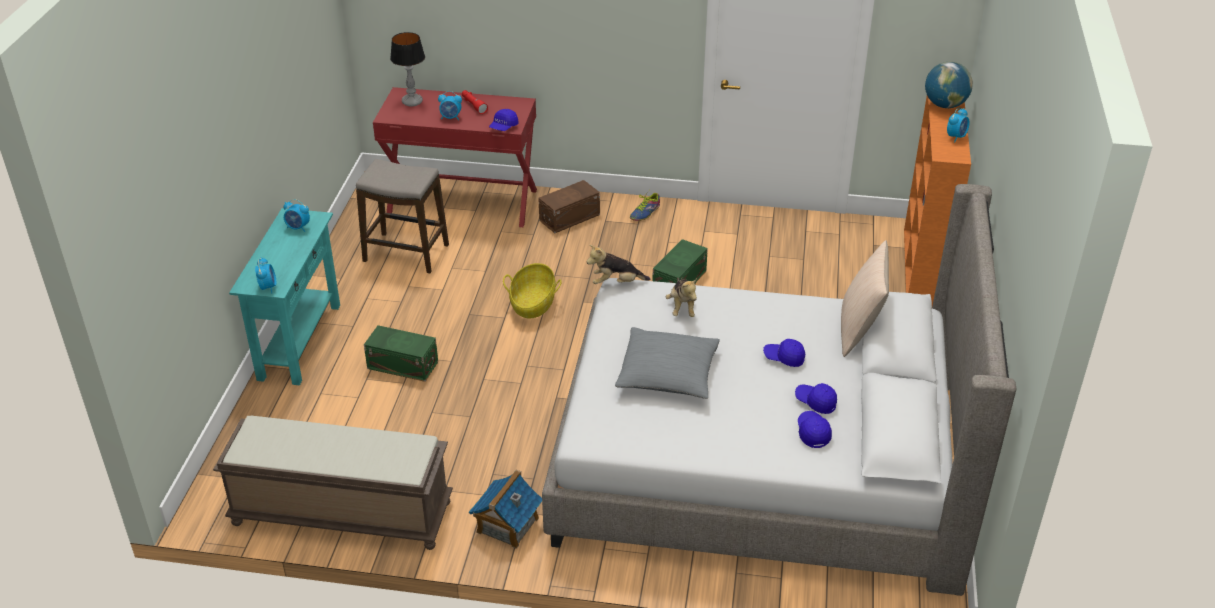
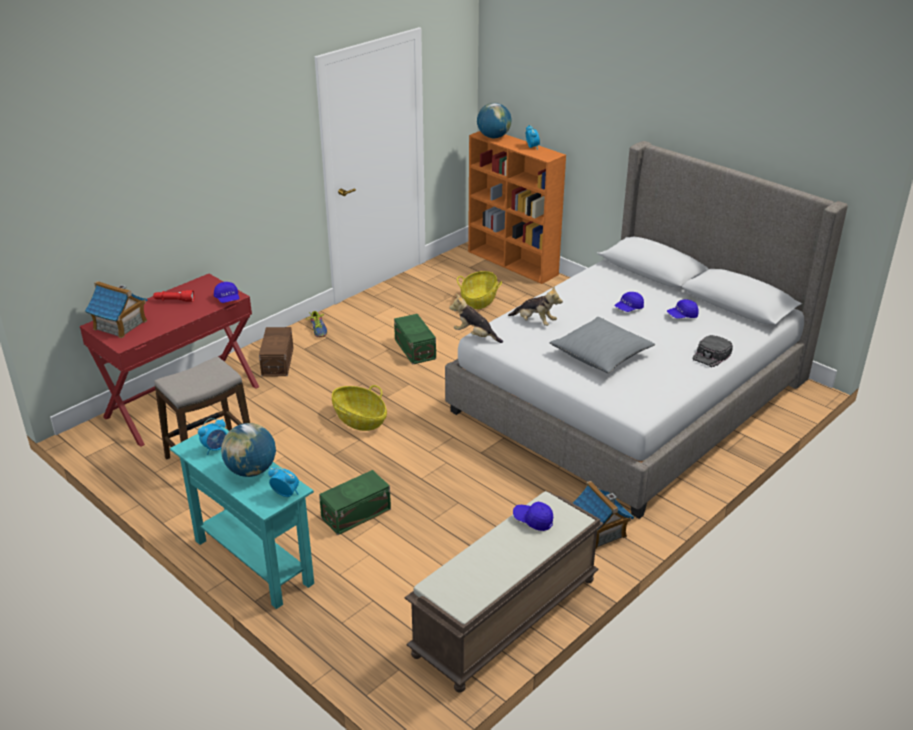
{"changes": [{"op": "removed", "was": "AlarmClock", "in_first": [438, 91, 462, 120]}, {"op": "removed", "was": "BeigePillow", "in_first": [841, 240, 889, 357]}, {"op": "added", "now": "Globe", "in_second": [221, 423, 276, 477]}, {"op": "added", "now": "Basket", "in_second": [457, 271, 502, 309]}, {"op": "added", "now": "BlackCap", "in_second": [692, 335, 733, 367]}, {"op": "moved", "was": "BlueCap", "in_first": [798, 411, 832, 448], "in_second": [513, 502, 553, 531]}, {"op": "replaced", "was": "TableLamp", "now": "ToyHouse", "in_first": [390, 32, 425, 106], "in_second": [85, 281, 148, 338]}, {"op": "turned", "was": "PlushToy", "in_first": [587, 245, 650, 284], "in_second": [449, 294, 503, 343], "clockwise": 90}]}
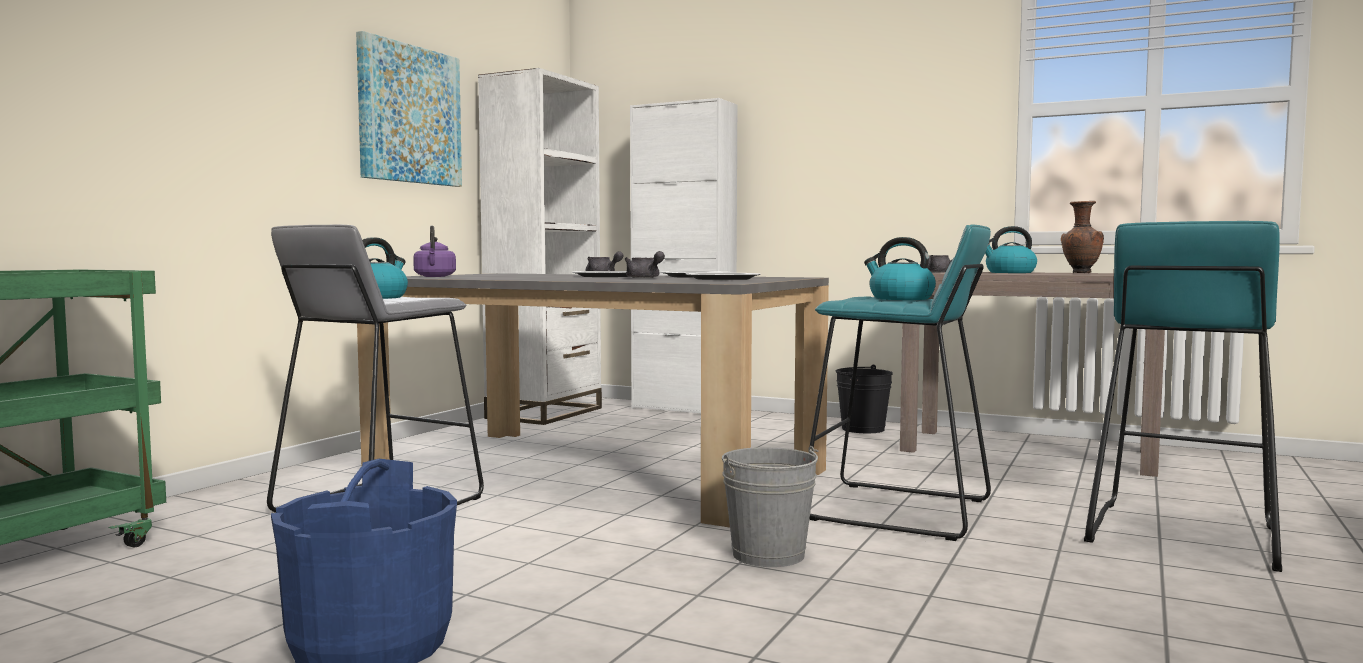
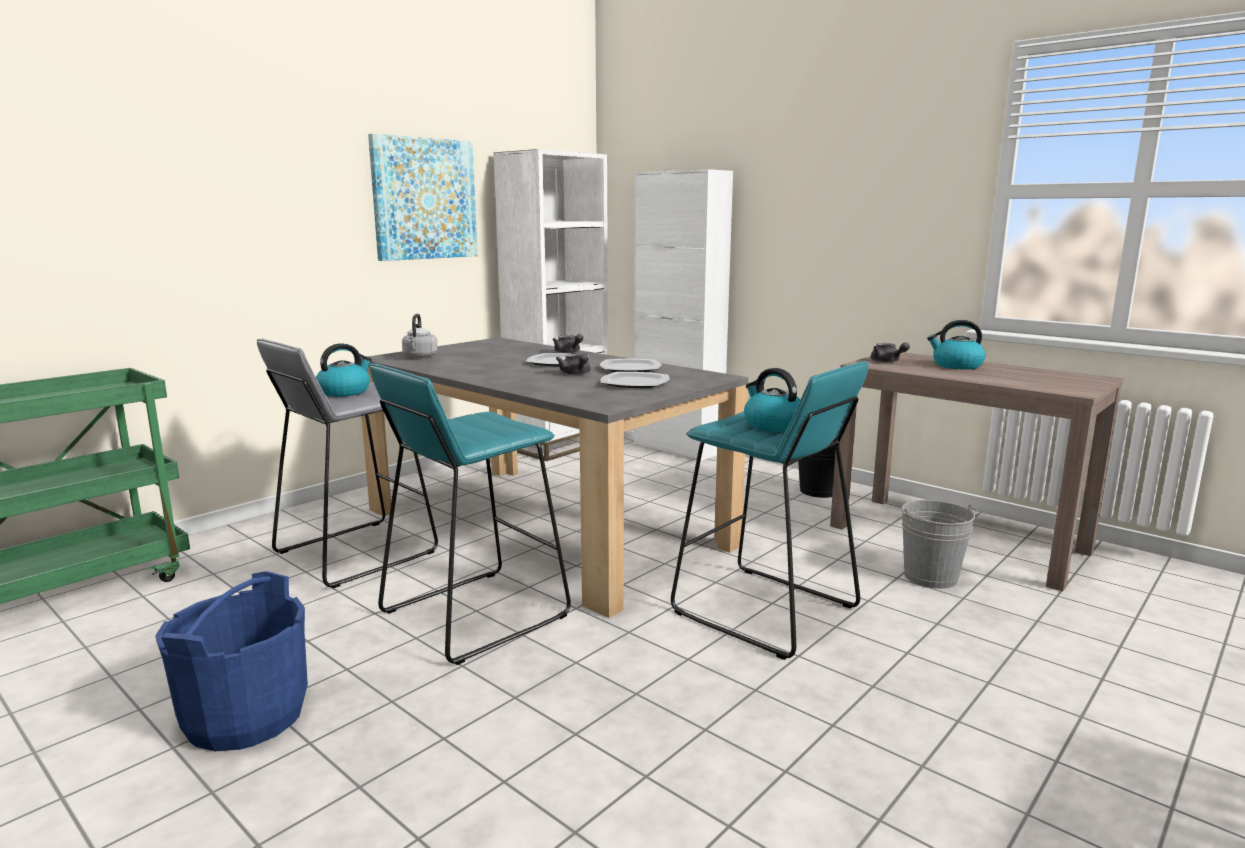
{"changes": [{"op": "removed", "was": "BrownVase", "in_first": [1061, 201, 1104, 273]}, {"op": "moved", "was": "GreyBucket", "in_first": [722, 446, 819, 567], "in_second": [901, 500, 976, 589]}, {"op": "moved", "was": "TurquoiseStool", "in_first": [1084, 221, 1282, 572], "in_second": [370, 363, 571, 665]}, {"op": "recoloured", "was": "PurpleKettle", "now": "GreyKettle", "in_first": [413, 225, 456, 277], "in_second": [402, 314, 438, 358]}]}
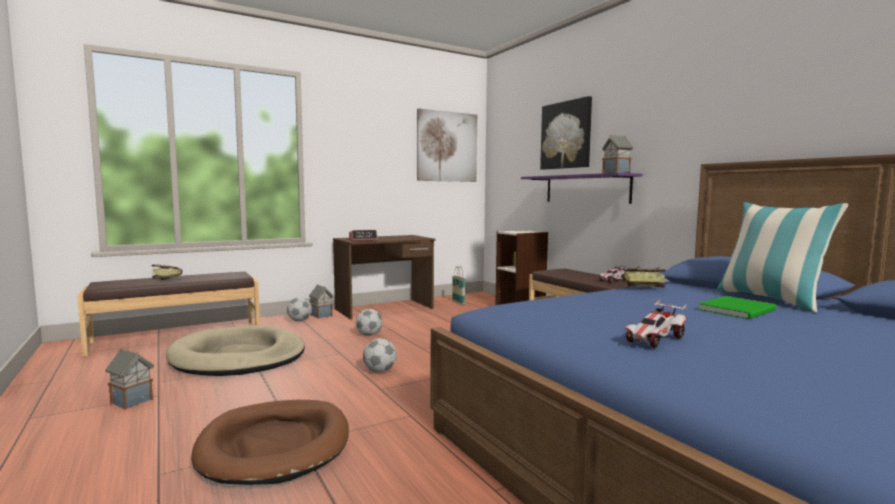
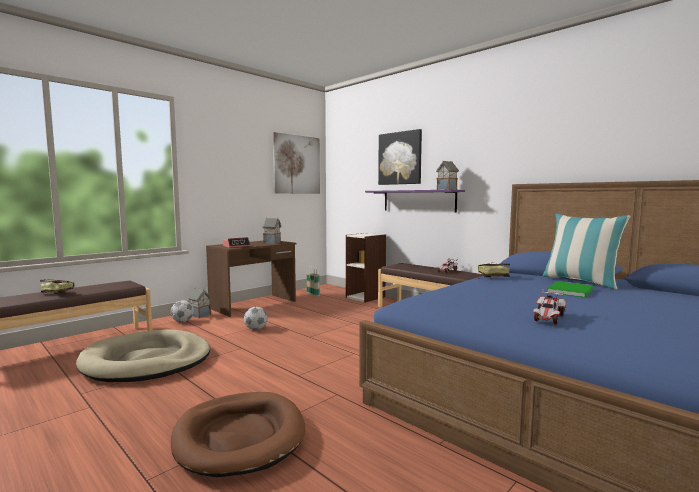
{"changes": [{"op": "removed", "was": "Football", "in_first": [363, 338, 397, 372]}, {"op": "moved", "was": "ToyHouse", "in_first": [105, 347, 154, 410], "in_second": [263, 218, 282, 244]}]}
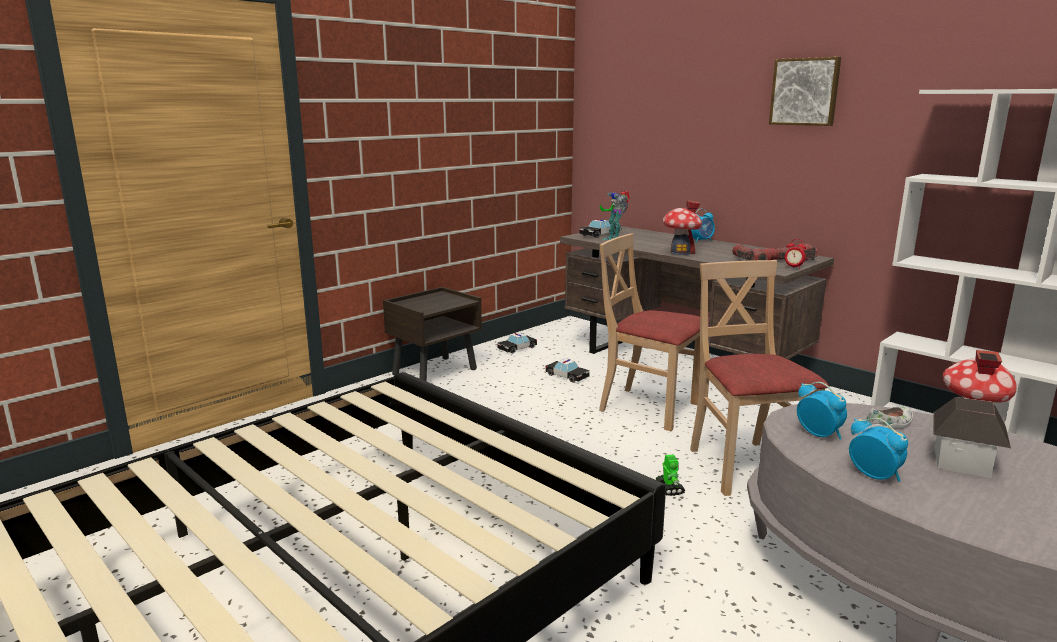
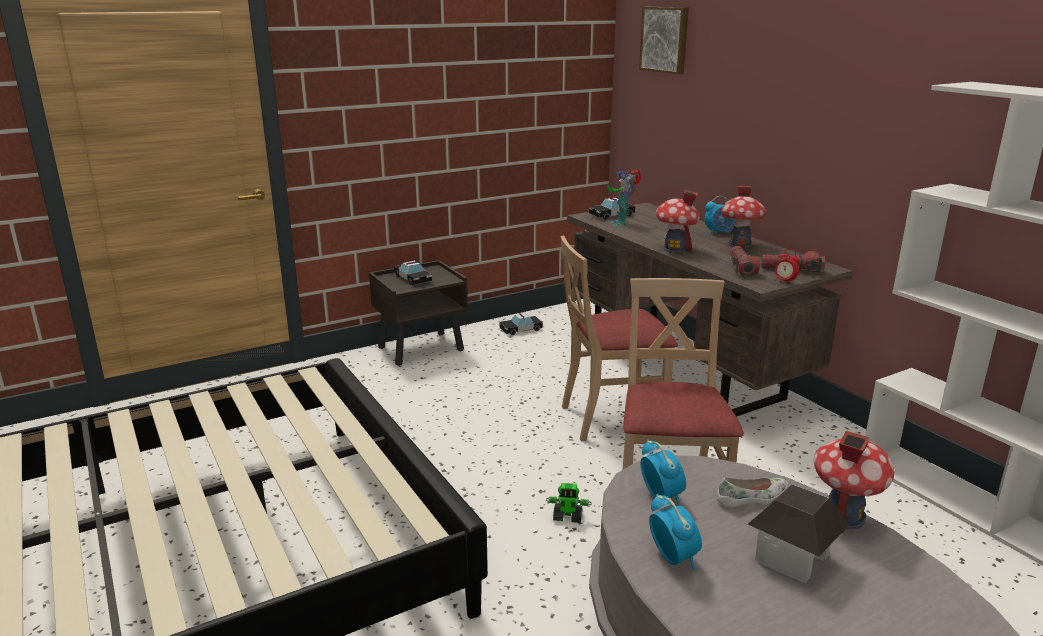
{"changes": [{"op": "added", "now": "ToyHouse", "in_second": [721, 186, 766, 249]}, {"op": "moved", "was": "ToyCar", "in_first": [545, 359, 590, 382], "in_second": [394, 261, 432, 285]}, {"op": "moved", "was": "Picture", "in_first": [769, 57, 841, 126], "in_second": [639, 7, 689, 74]}, {"op": "turned", "was": "BeigeChair", "in_first": [599, 233, 700, 431], "in_second": [561, 235, 678, 441], "clockwise": -60}, {"op": "turned", "was": "ToyRobot", "in_first": [656, 454, 685, 496], "in_second": [546, 483, 592, 523], "clockwise": 90}]}
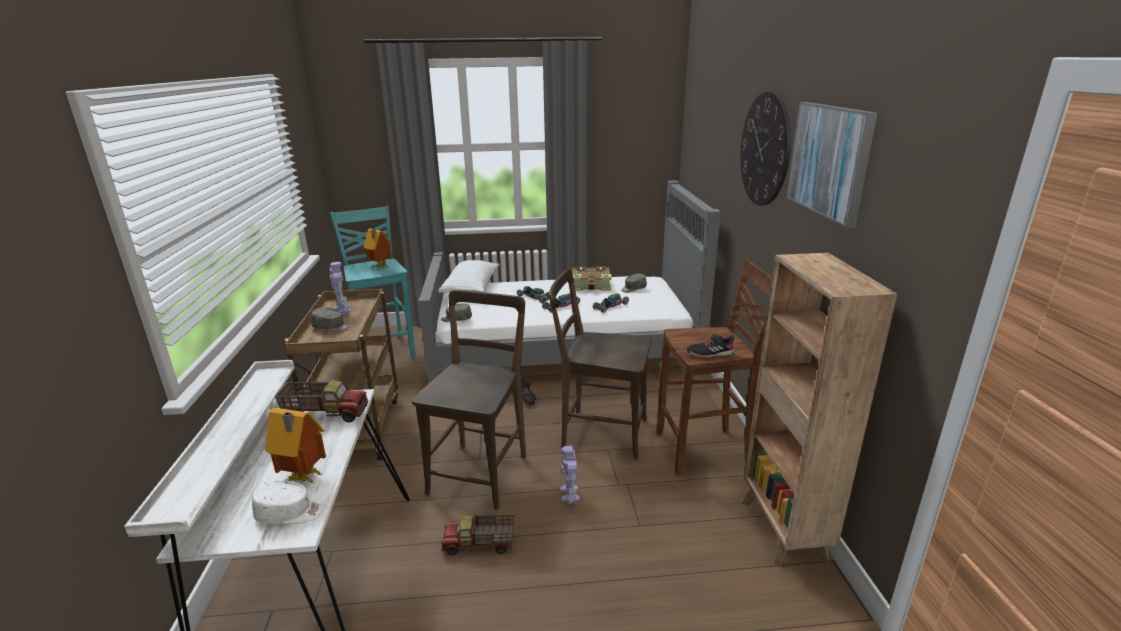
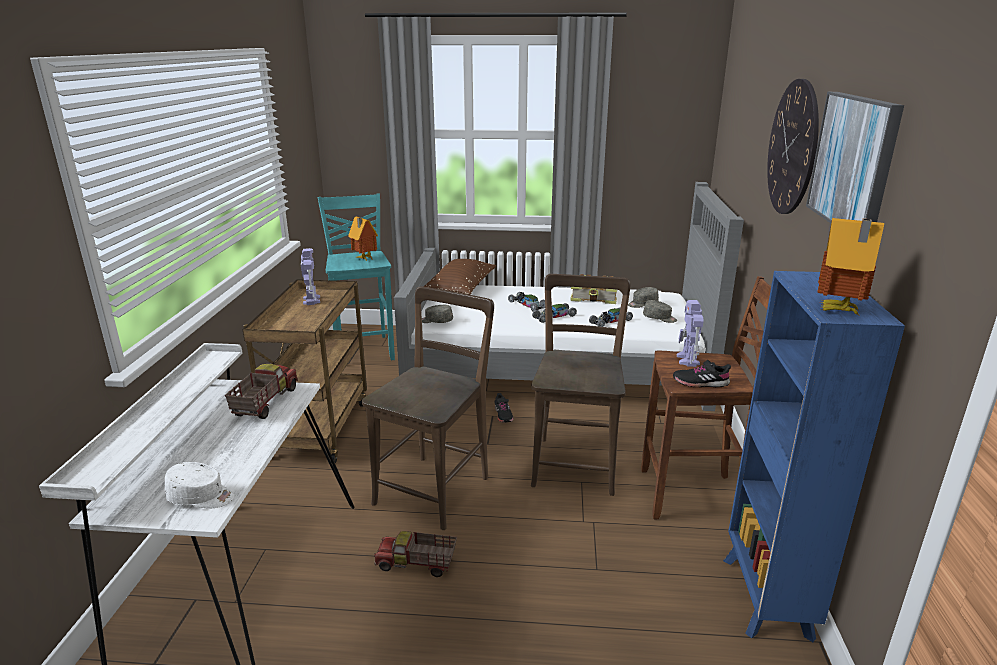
{"changes": [{"op": "moved", "was": "ToyHouse", "in_first": [265, 408, 326, 483], "in_second": [818, 218, 884, 315]}, {"op": "moved", "was": "GreyCap", "in_first": [311, 307, 350, 332], "in_second": [643, 300, 677, 323]}, {"op": "moved", "was": "ToyRobot", "in_first": [560, 446, 580, 504], "in_second": [677, 300, 703, 367]}, {"op": "recoloured", "was": "WhitePillow", "now": "BrownPillow", "in_first": [438, 260, 500, 293], "in_second": [423, 259, 496, 295]}, {"op": "recoloured", "was": "BrownBookcase", "now": "BlueBookcase", "in_first": [742, 253, 897, 566], "in_second": [723, 271, 905, 642]}, {"op": "turned", "was": "ToyTruck", "in_first": [275, 381, 369, 423], "in_second": [225, 364, 298, 419], "clockwise": -90}, {"op": "turned", "was": "BrownChair", "in_first": [549, 269, 652, 460], "in_second": [531, 274, 631, 496], "clockwise": 75}]}
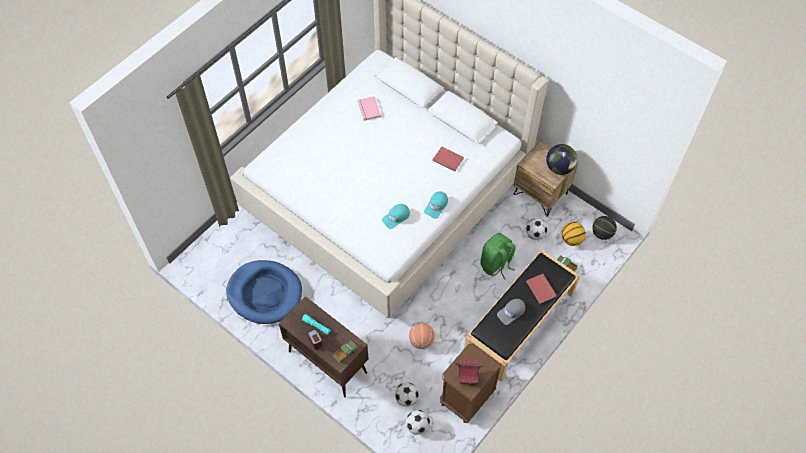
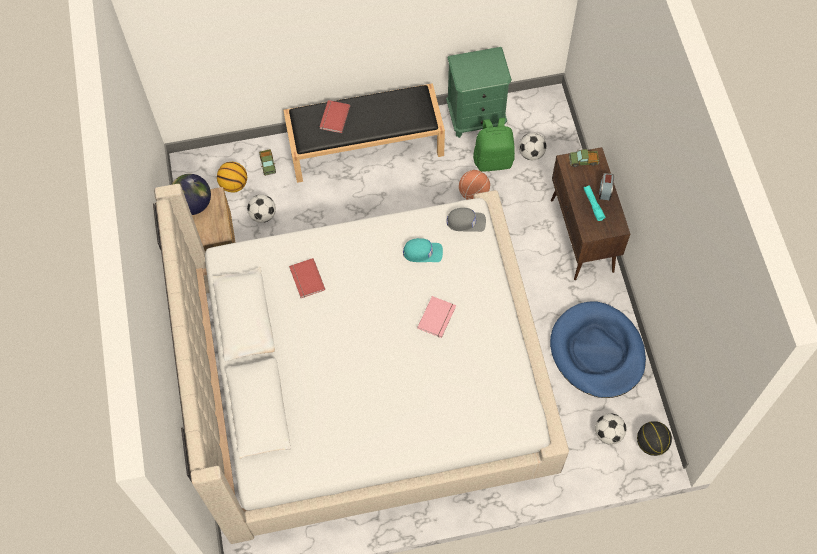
{"changes": [{"op": "removed", "was": "TurquoiseCap", "in_first": [424, 191, 448, 219]}, {"op": "removed", "was": "ToyHouse", "in_first": [455, 360, 484, 385]}, {"op": "moved", "was": "PinkBook", "in_first": [358, 96, 381, 121], "in_second": [417, 296, 456, 338]}, {"op": "moved", "was": "Football", "in_first": [406, 410, 430, 435], "in_second": [595, 413, 626, 445]}, {"op": "moved", "was": "GreenBackpack", "in_first": [480, 233, 516, 280], "in_second": [473, 118, 515, 172]}, {"op": "moved", "was": "GreyCap", "in_first": [497, 299, 525, 325], "in_second": [447, 208, 486, 232]}, {"op": "moved", "was": "Basketball", "in_first": [592, 216, 617, 240], "in_second": [637, 421, 672, 456]}, {"op": "recoloured", "was": "BrownNightstand", "now": "GreenNightstand", "in_first": [440, 344, 501, 424], "in_second": [446, 47, 512, 138]}]}
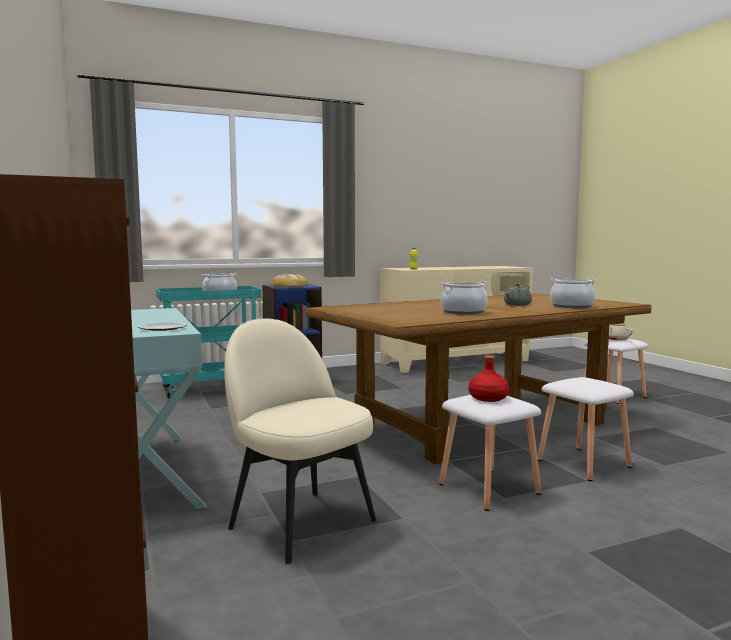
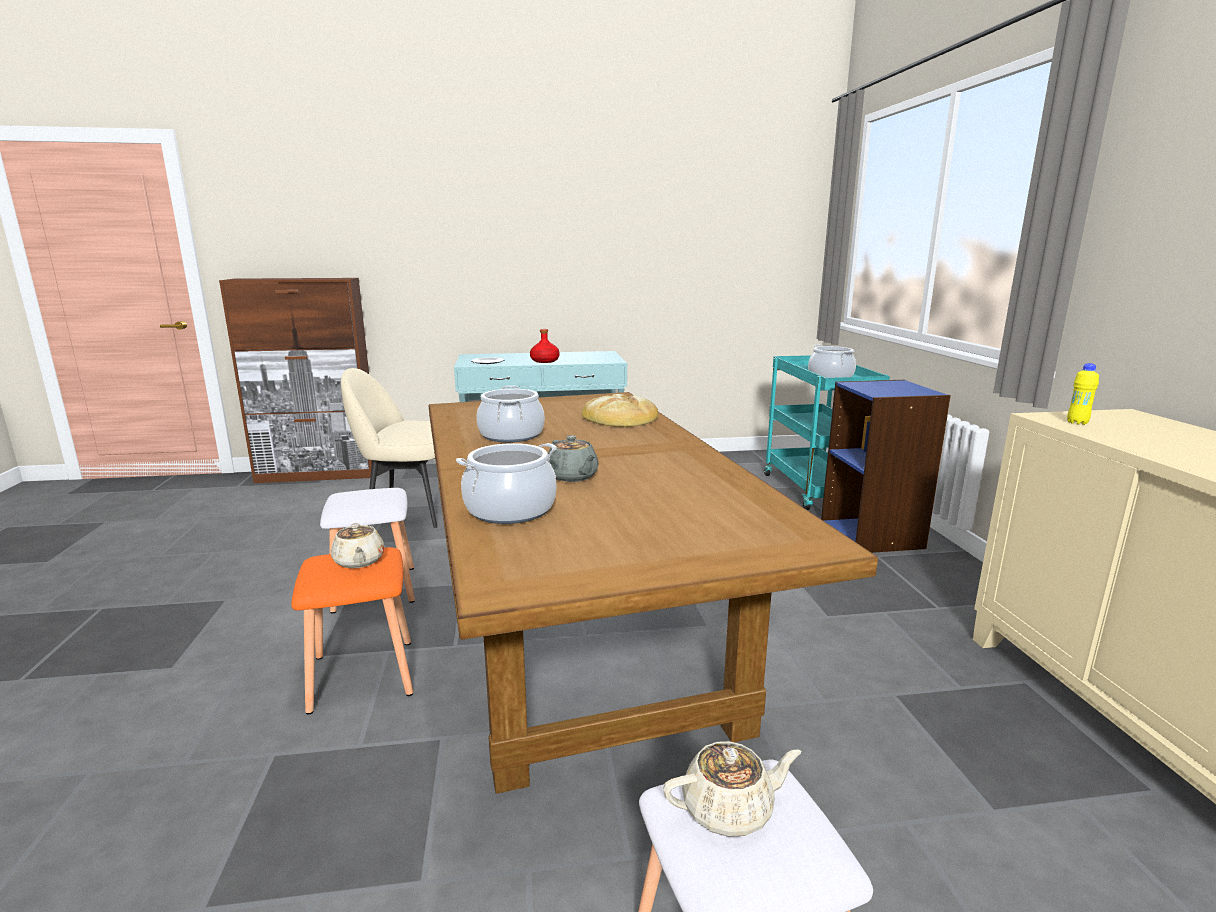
{"changes": [{"op": "added", "now": "BeigeTeapot", "in_second": [331, 523, 385, 568]}, {"op": "moved", "was": "Bread", "in_first": [271, 274, 308, 287], "in_second": [581, 394, 658, 427]}, {"op": "moved", "was": "RedBottle", "in_first": [468, 355, 509, 402], "in_second": [530, 329, 560, 363]}, {"op": "recoloured", "was": "WhiteStool", "now": "OrangeStool", "in_first": [537, 377, 634, 481], "in_second": [291, 547, 413, 715]}, {"op": "turned", "was": "BeigeChair", "in_first": [224, 318, 376, 564], "in_second": [341, 368, 437, 528], "clockwise": -150}]}
